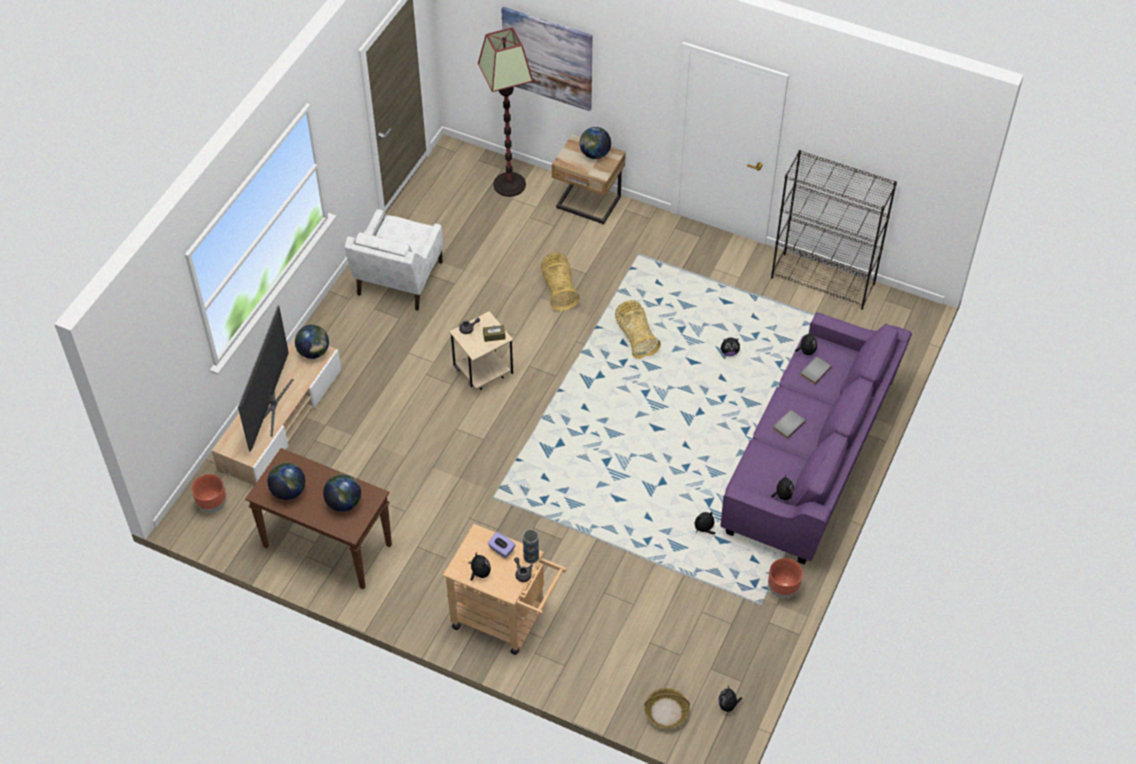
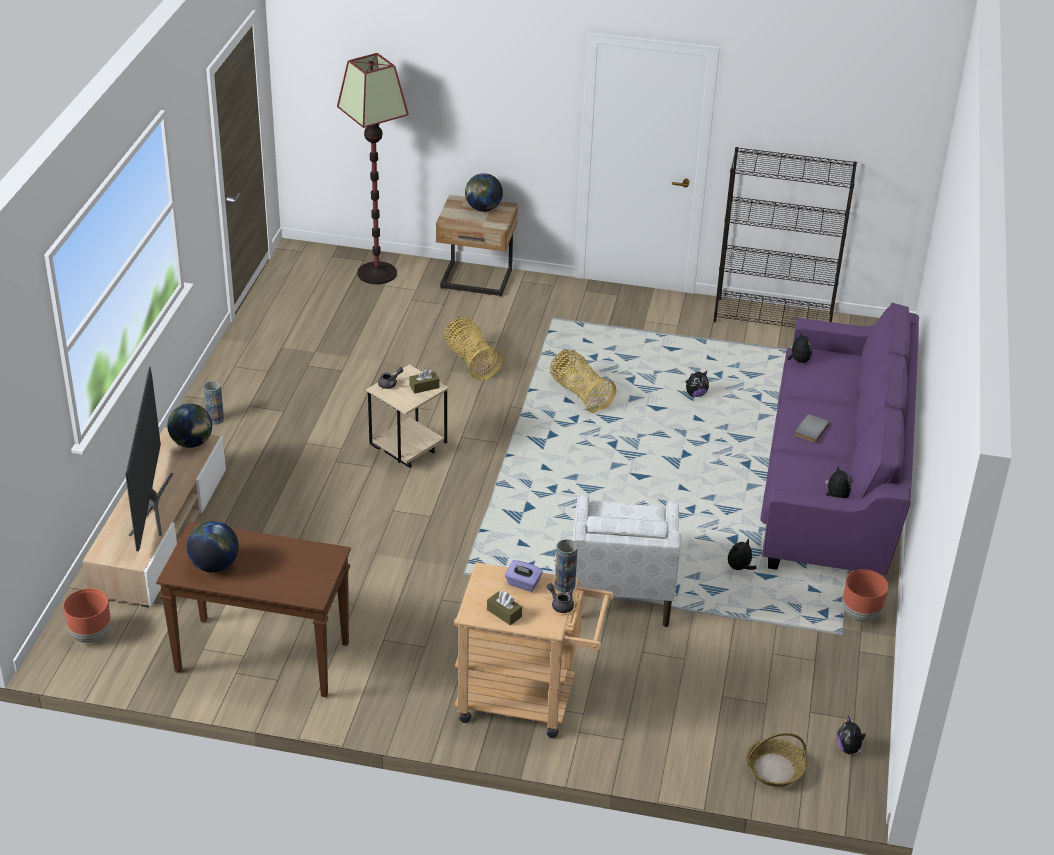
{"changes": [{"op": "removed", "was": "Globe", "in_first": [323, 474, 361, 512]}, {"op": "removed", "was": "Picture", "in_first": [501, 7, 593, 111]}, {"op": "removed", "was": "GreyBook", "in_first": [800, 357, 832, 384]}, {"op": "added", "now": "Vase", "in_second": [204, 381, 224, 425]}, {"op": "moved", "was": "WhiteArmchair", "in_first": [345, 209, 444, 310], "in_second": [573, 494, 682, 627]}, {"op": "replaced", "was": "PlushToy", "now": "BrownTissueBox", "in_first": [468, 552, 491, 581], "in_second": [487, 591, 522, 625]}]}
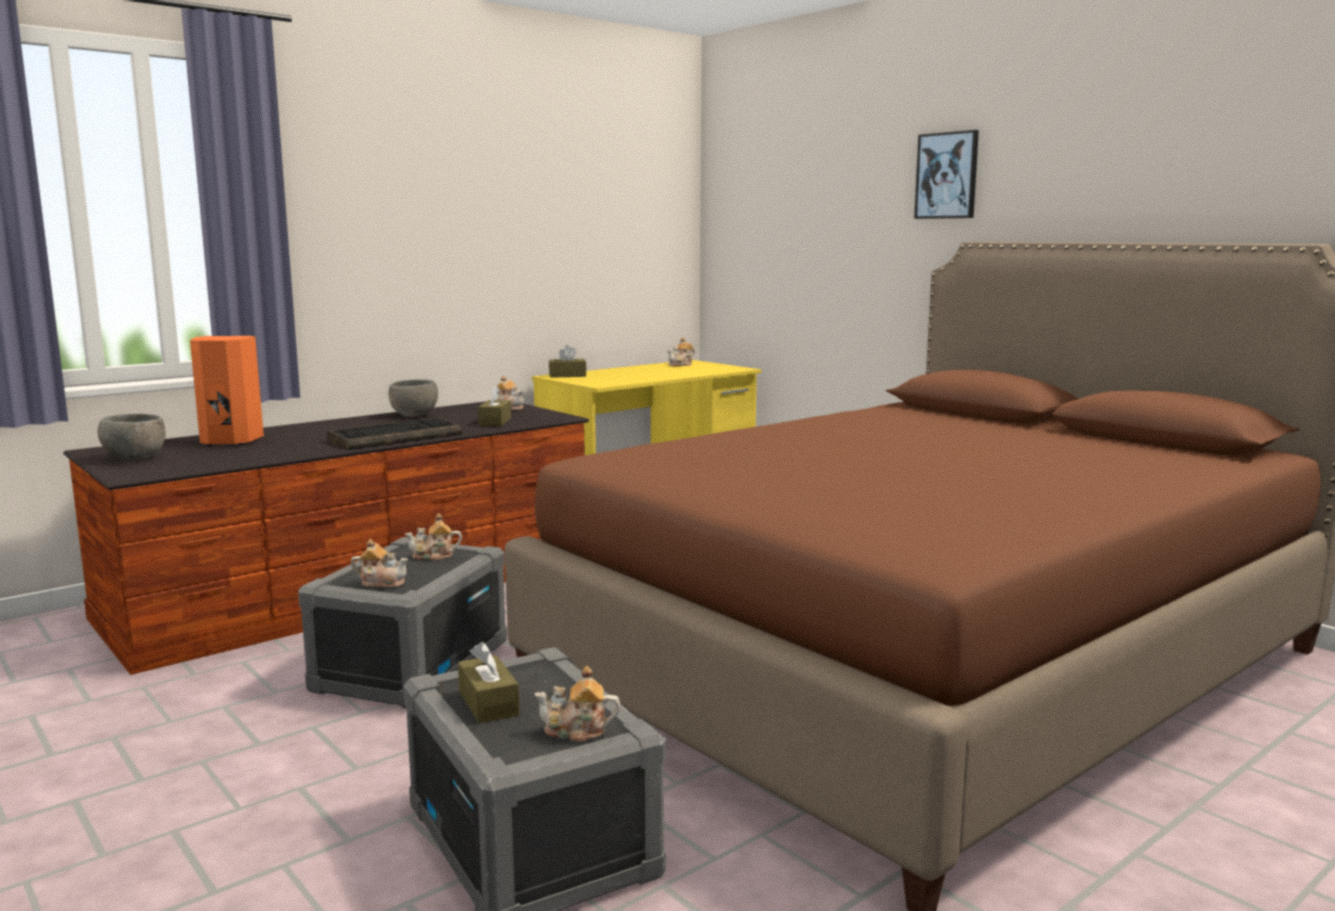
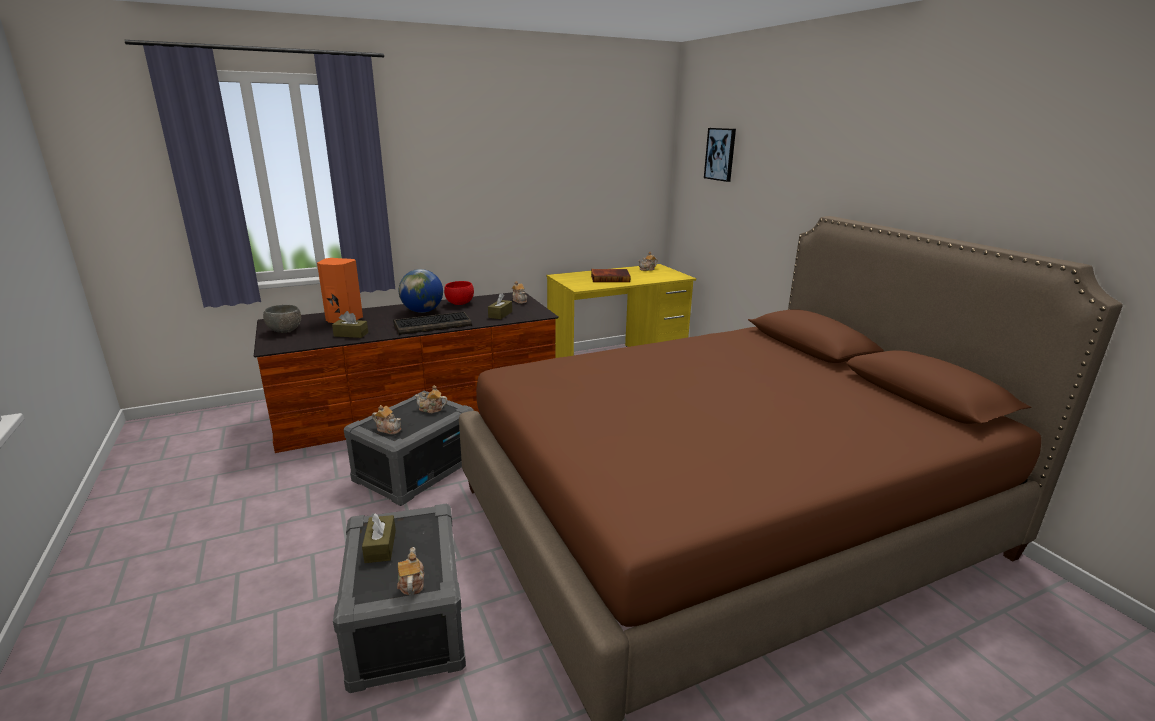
{"changes": [{"op": "added", "now": "Globe", "in_second": [399, 269, 443, 313]}, {"op": "added", "now": "Book", "in_second": [591, 269, 631, 282]}, {"op": "moved", "was": "BrownTissueBox", "in_first": [549, 345, 587, 378], "in_second": [332, 311, 368, 338]}, {"op": "moved", "was": "Picture", "in_first": [914, 130, 979, 219], "in_second": [704, 128, 736, 182]}, {"op": "recoloured", "was": "GreyBowl", "now": "RedBowl", "in_first": [389, 379, 438, 417], "in_second": [444, 281, 474, 305]}, {"op": "turned", "was": "Teapot", "in_first": [534, 666, 620, 742], "in_second": [397, 547, 424, 595], "clockwise": 60}]}
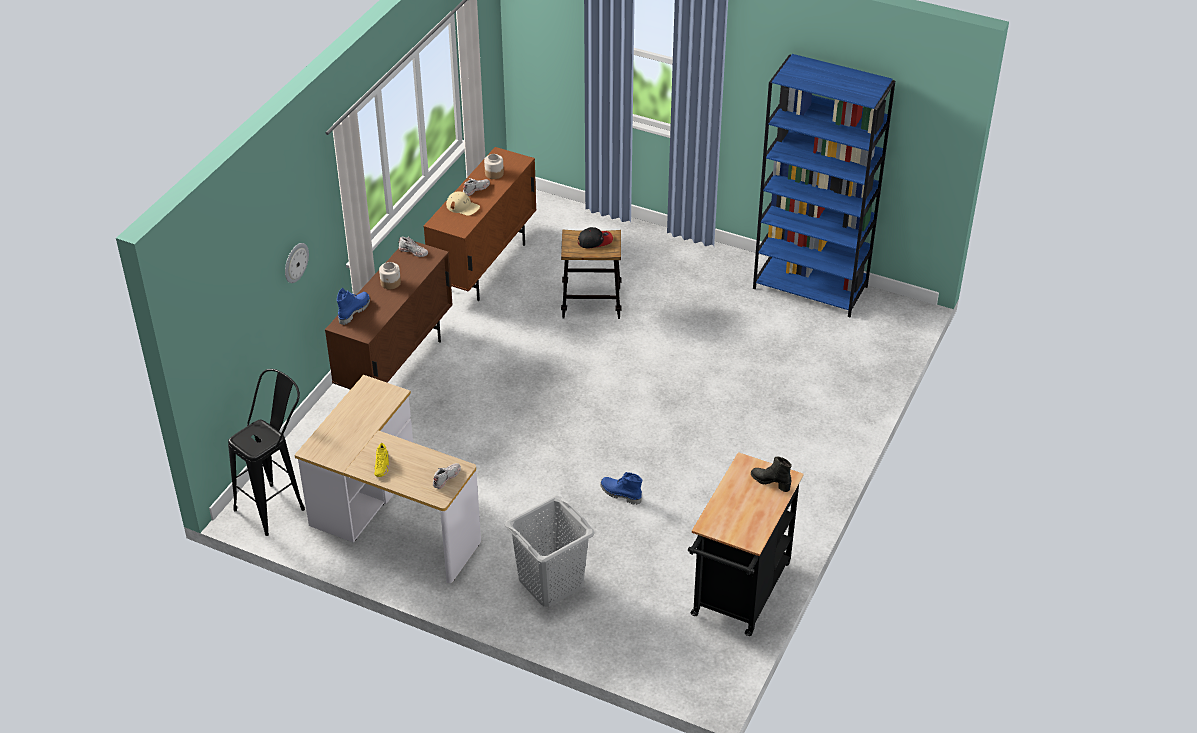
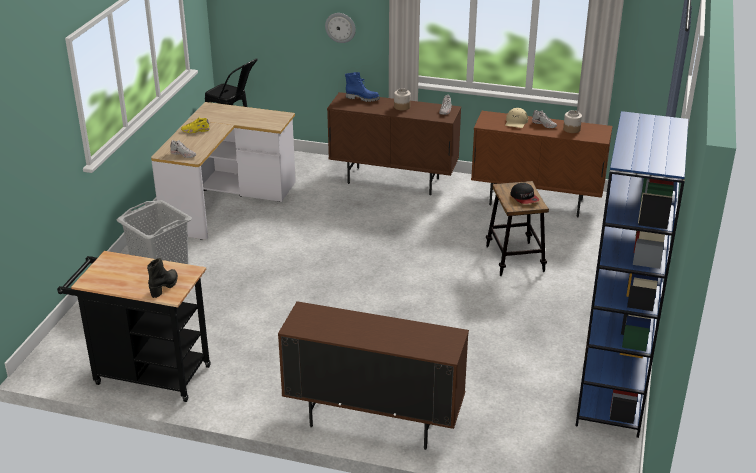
{"changes": [{"op": "removed", "was": "BlueBoot", "in_first": [600, 472, 642, 505]}, {"op": "added", "now": "BrownCabinet", "in_second": [278, 301, 469, 450]}]}
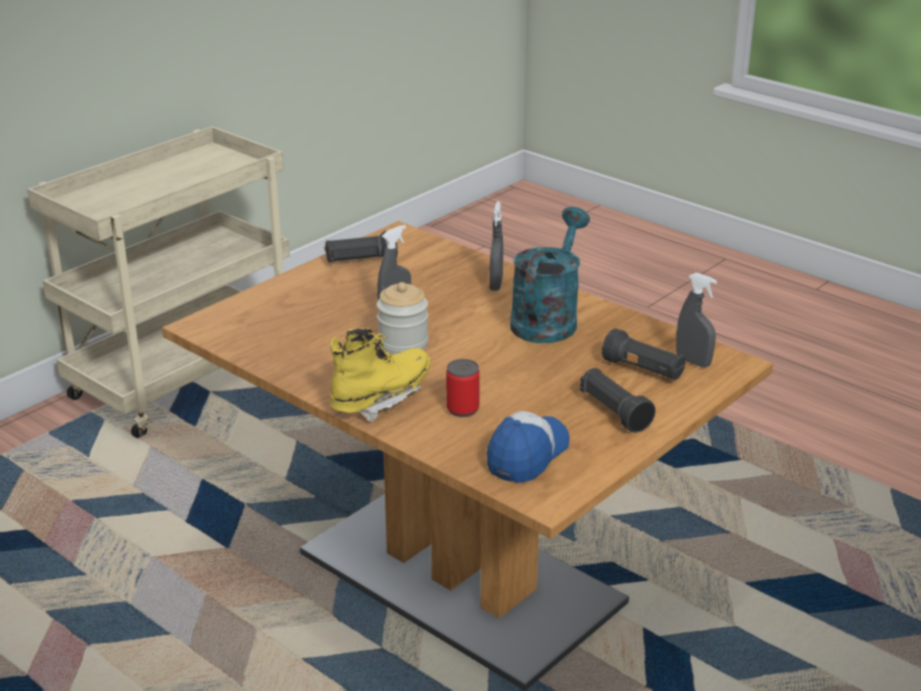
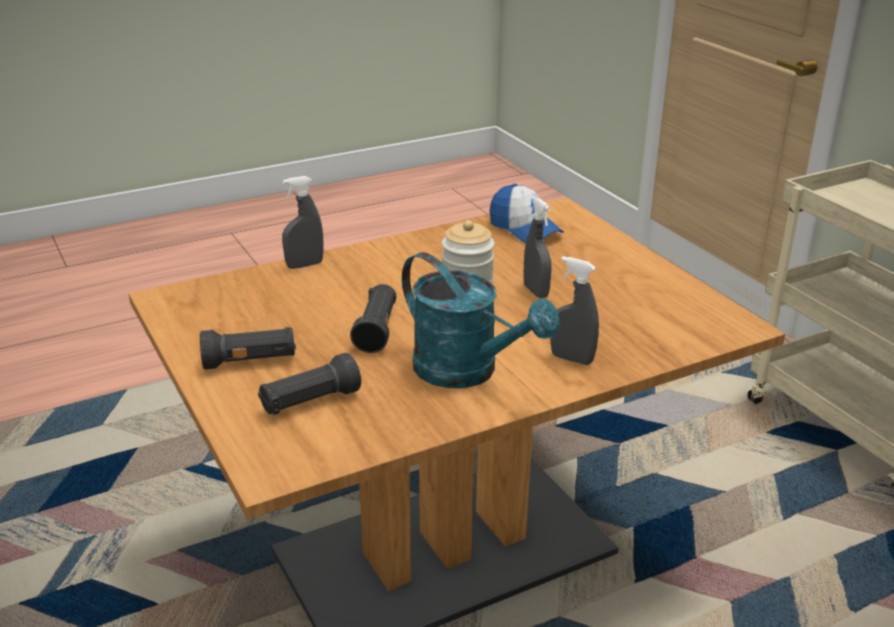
{"changes": [{"op": "removed", "was": "YellowBoot", "in_first": [330, 328, 430, 422]}, {"op": "removed", "was": "Can", "in_first": [446, 359, 480, 417]}, {"op": "moved", "was": "BlackFlashlight", "in_first": [324, 231, 398, 262], "in_second": [350, 284, 396, 353]}, {"op": "moved", "was": "Cap", "in_first": [486, 411, 570, 483], "in_second": [489, 184, 564, 243]}, {"op": "moved", "was": "GreySprayBottle", "in_first": [676, 272, 717, 368], "in_second": [282, 176, 323, 269]}]}
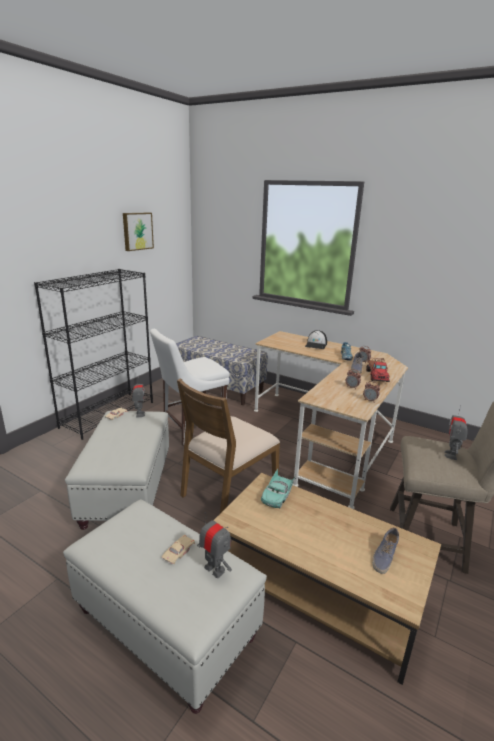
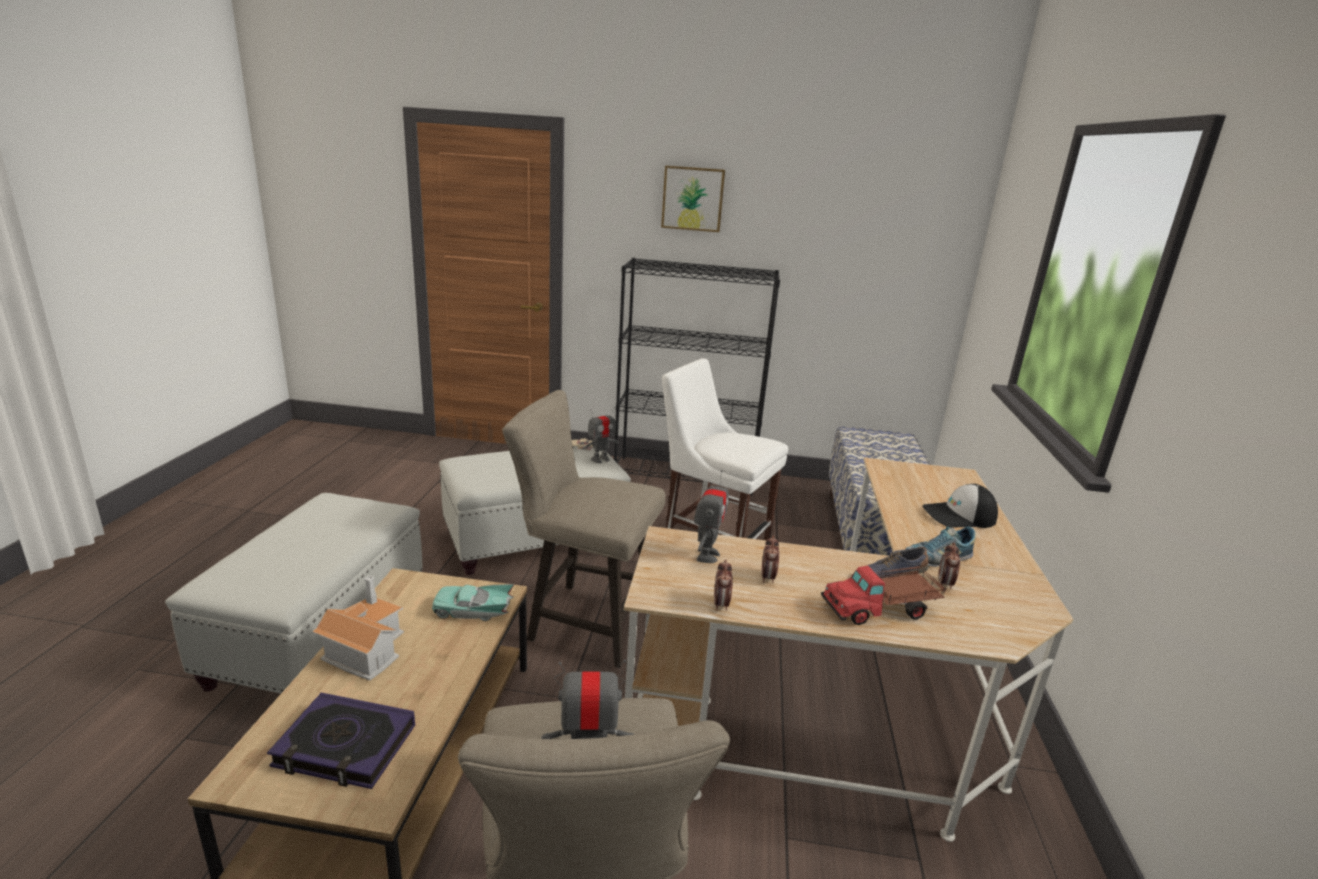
{"changes": [{"op": "removed", "was": "BeigeToyCar", "in_first": [162, 535, 195, 564]}, {"op": "added", "now": "ToyHouse", "in_second": [312, 575, 404, 681]}, {"op": "moved", "was": "Picture", "in_first": [123, 212, 154, 251], "in_second": [661, 166, 725, 232]}, {"op": "moved", "was": "ToyRobot", "in_first": [197, 512, 232, 578], "in_second": [694, 470, 729, 563]}, {"op": "replaced", "was": "BrownChair", "now": "BeigeStool", "in_first": [177, 378, 280, 513], "in_second": [502, 390, 666, 668]}, {"op": "replaced", "was": "Shoe", "now": "Book", "in_first": [372, 527, 399, 574], "in_second": [267, 693, 415, 789]}]}
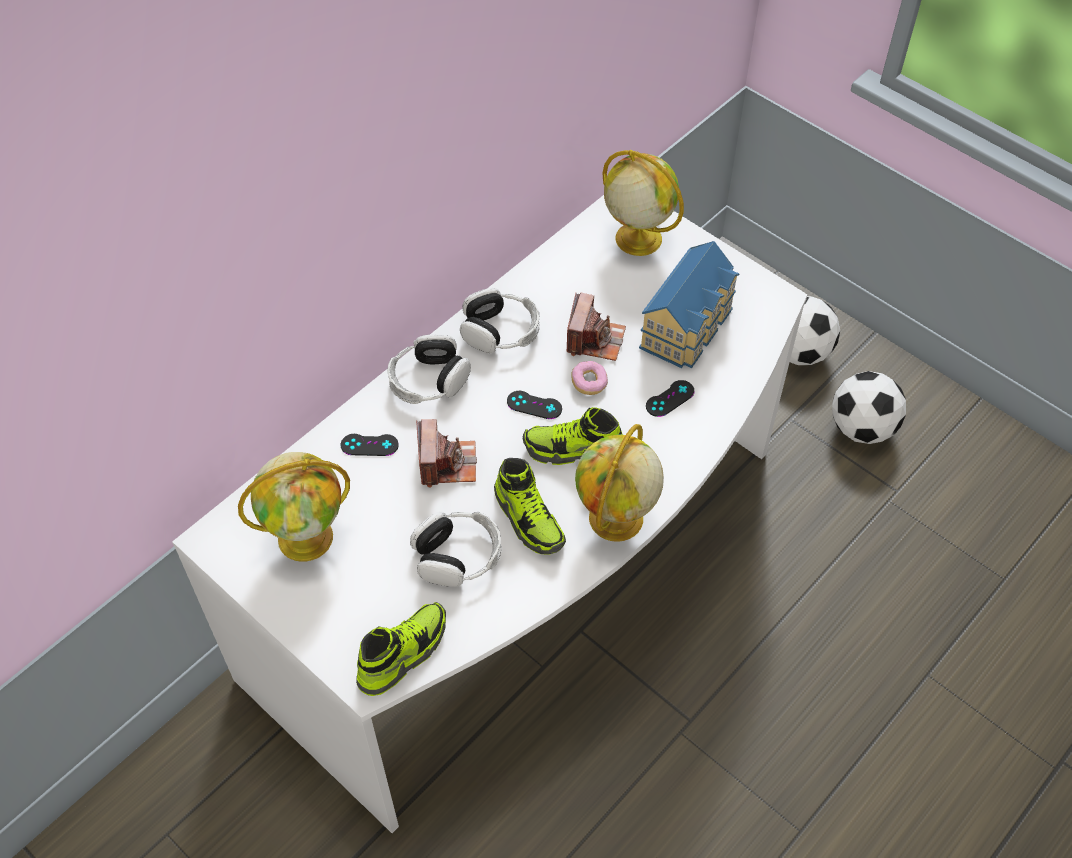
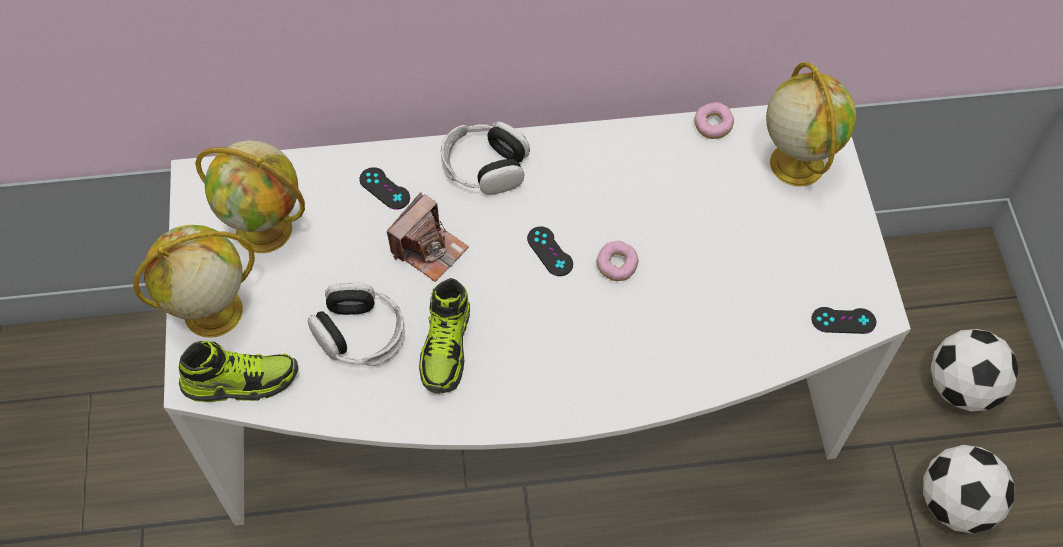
{"changes": [{"op": "removed", "was": "Headphones", "in_first": [460, 288, 540, 353]}, {"op": "removed", "was": "Shoe", "in_first": [523, 407, 623, 465]}, {"op": "removed", "was": "PhotoCamera", "in_first": [566, 292, 626, 361]}, {"op": "removed", "was": "ToyHouse", "in_first": [639, 241, 739, 368]}, {"op": "added", "now": "Donut", "in_second": [694, 102, 734, 139]}, {"op": "moved", "was": "Globe", "in_first": [575, 424, 664, 542], "in_second": [133, 225, 255, 338]}, {"op": "moved", "was": "BlackGameController", "in_first": [646, 380, 695, 417], "in_second": [811, 307, 876, 334]}]}
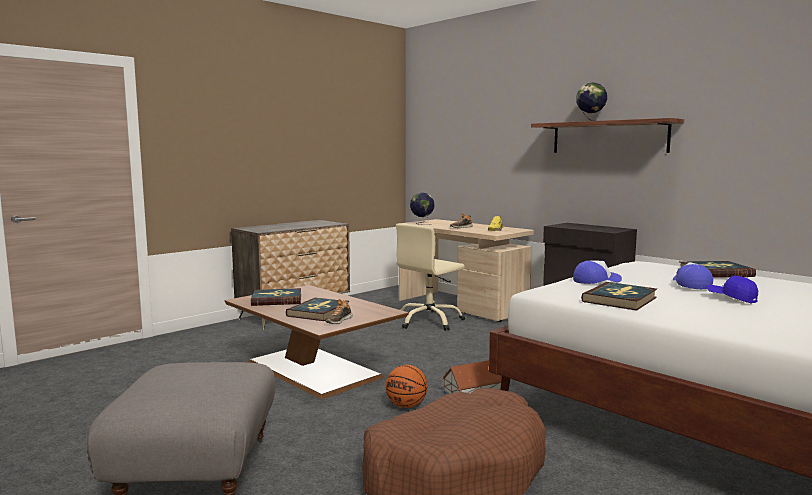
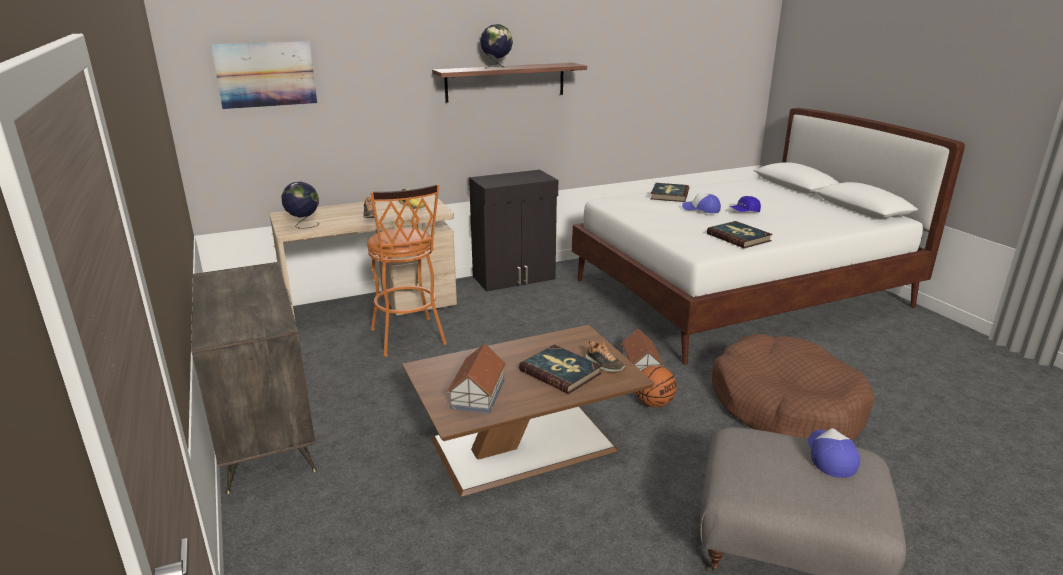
{"changes": [{"op": "added", "now": "Picture", "in_second": [211, 41, 317, 109]}, {"op": "moved", "was": "Cap", "in_first": [573, 261, 622, 284], "in_second": [808, 428, 860, 478]}, {"op": "replaced", "was": "Book", "now": "ToyHouse", "in_first": [251, 288, 301, 306], "in_second": [447, 343, 506, 413]}, {"op": "replaced", "was": "BeigeOfficeChair", "now": "OrangeStool", "in_first": [396, 224, 465, 331], "in_second": [367, 184, 447, 357]}]}
